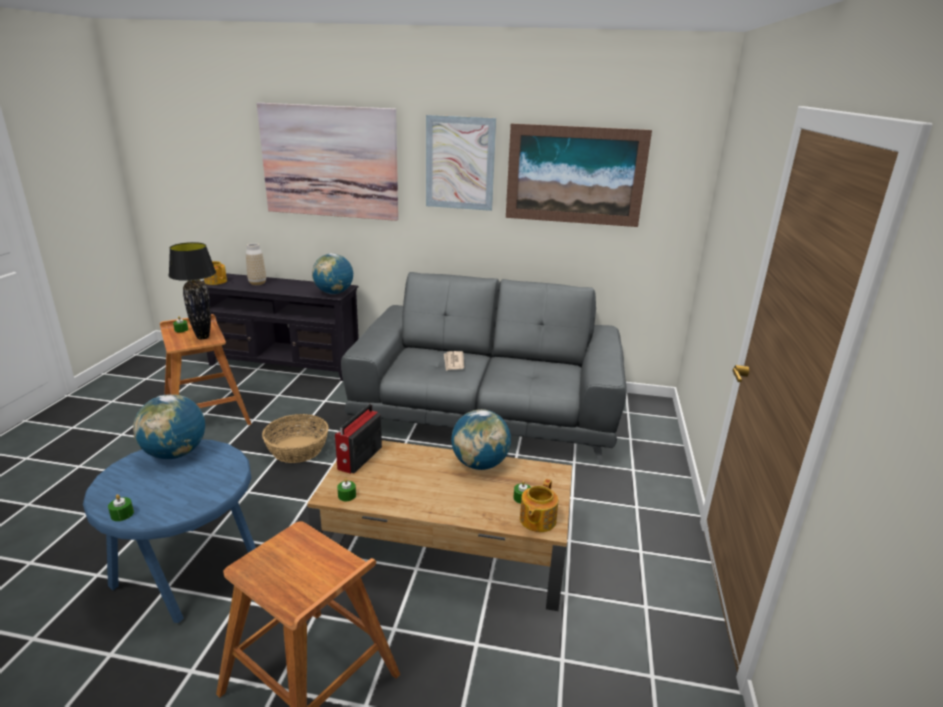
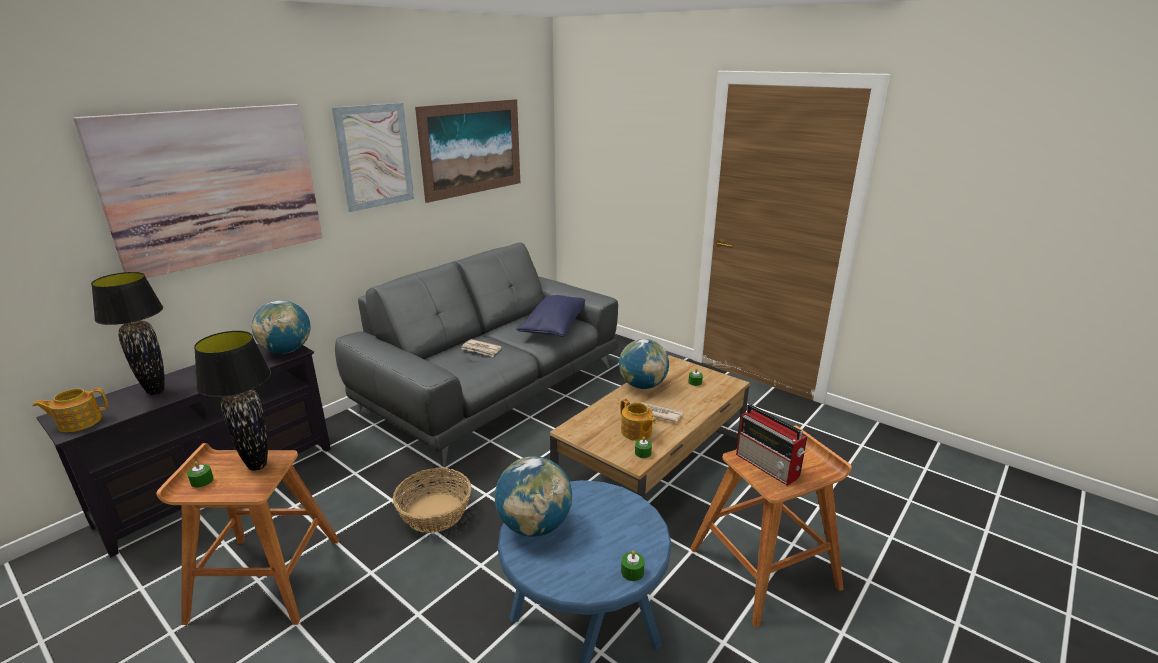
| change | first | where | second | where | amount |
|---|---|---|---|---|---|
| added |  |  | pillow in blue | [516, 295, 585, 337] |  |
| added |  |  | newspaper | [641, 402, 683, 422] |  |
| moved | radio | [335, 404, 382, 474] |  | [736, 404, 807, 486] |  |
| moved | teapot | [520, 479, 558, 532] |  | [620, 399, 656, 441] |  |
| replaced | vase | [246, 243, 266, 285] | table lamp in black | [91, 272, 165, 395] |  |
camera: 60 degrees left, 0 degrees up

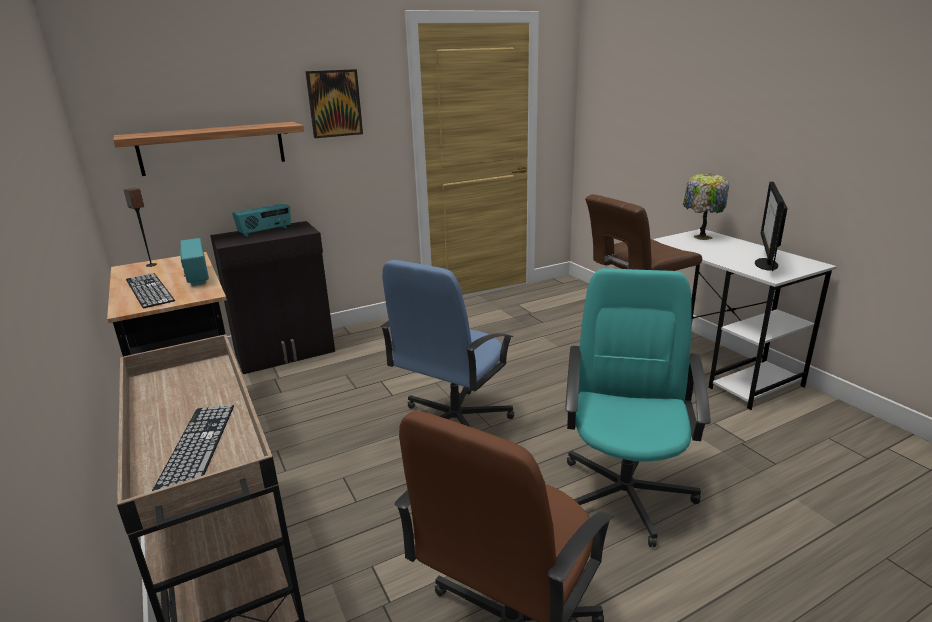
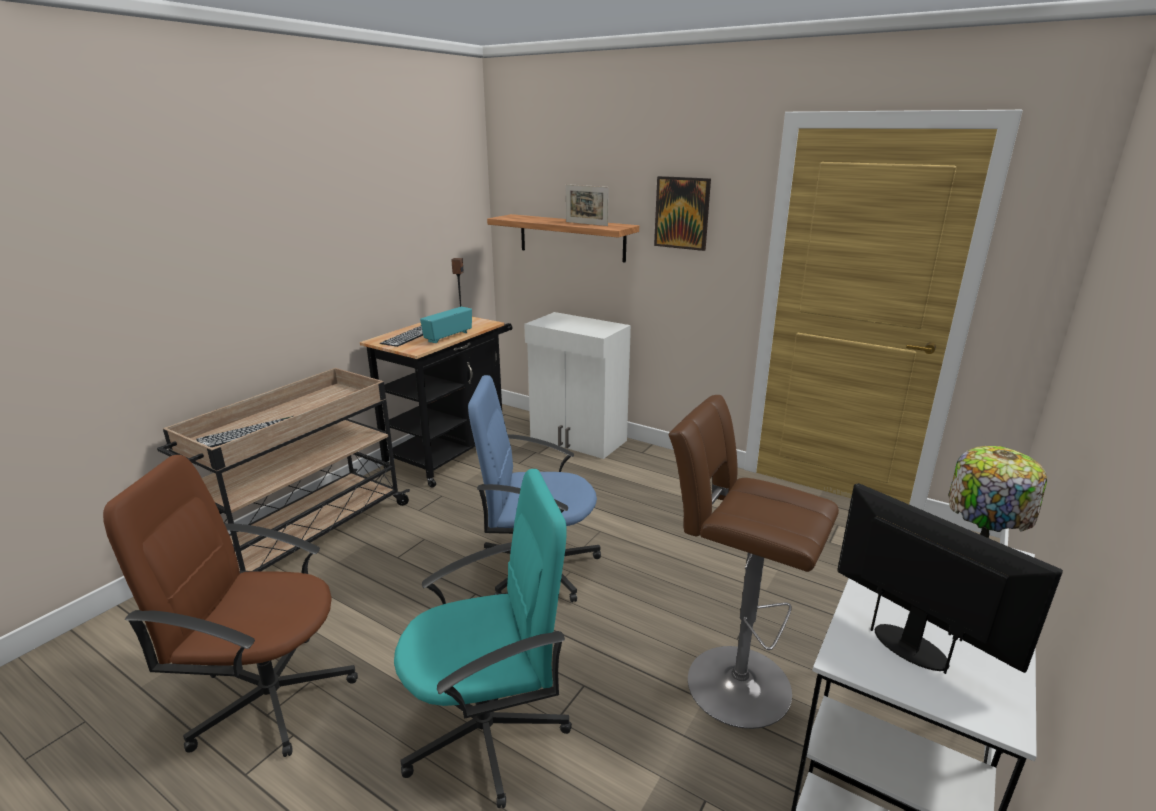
| change | first | where | second | where | amount |
|---|---|---|---|---|---|
| removed | radio | [232, 203, 291, 237] |  |  |  |
| added |  |  | picture frame | [566, 184, 609, 226] |  |
| recoloured | cabinet in black | [210, 221, 335, 374] | cabinet in white | [524, 312, 631, 459] |  |
| turned | monitor | [755, 181, 787, 271] |  | [837, 483, 1063, 674] | 60 degrees clockwise |
camera: 60 degrees right, 0 degrees up

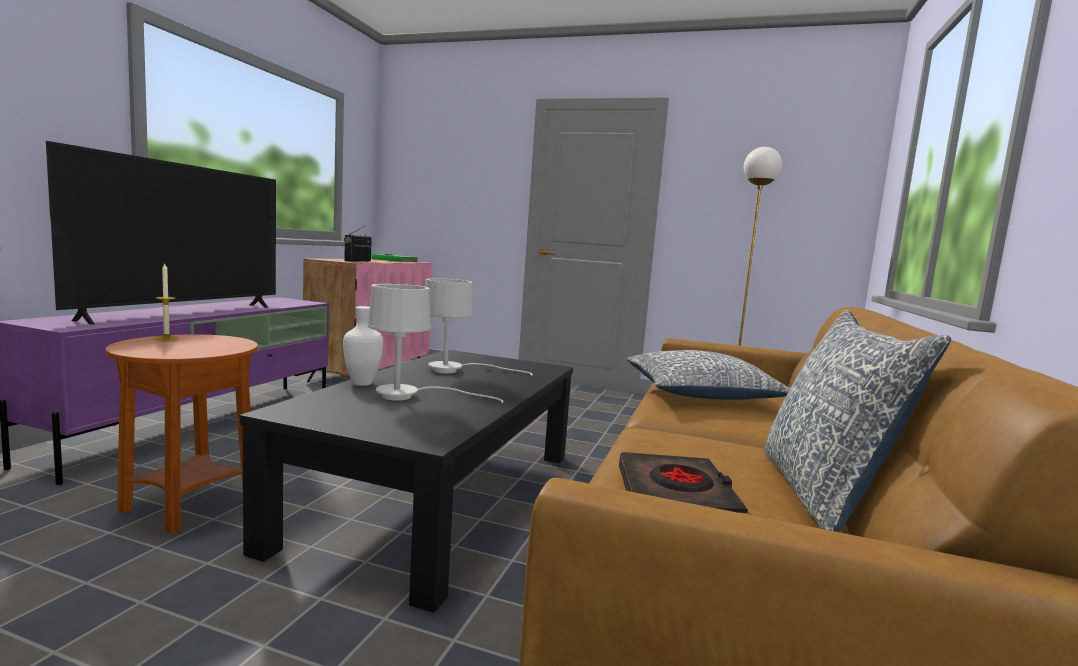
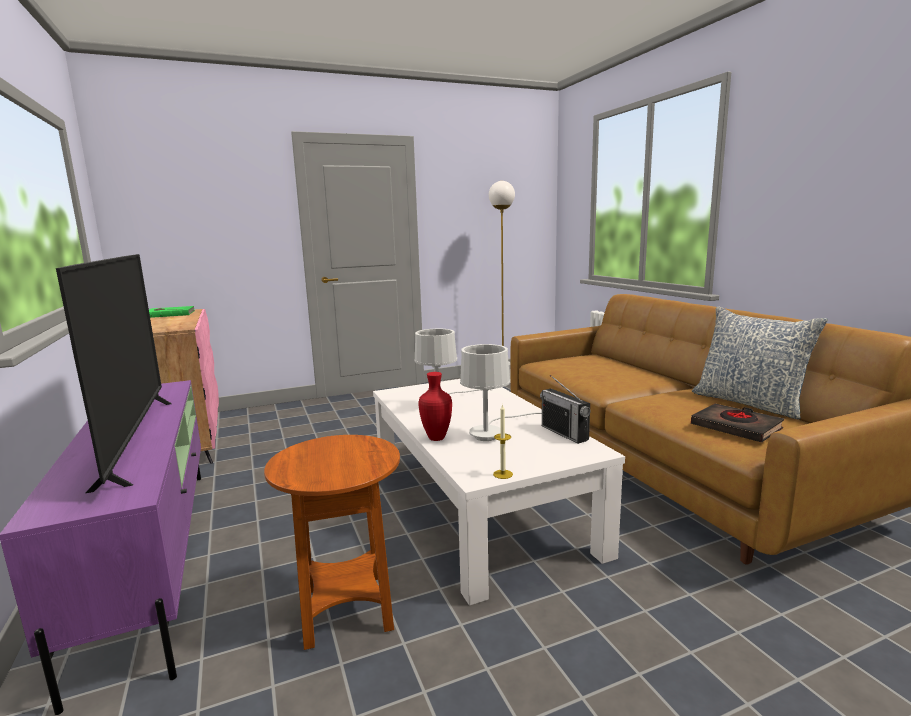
| change | first | where | second | where | amount |
|---|---|---|---|---|---|
| removed | pillow | [627, 350, 790, 400] |  |  |  |
| moved | candle | [155, 264, 179, 341] |  | [493, 404, 513, 479] |  |
| moved | radio | [344, 225, 372, 262] |  | [540, 375, 591, 444] |  |
| recoloured | coffee table in black | [240, 350, 573, 613] | coffee table in white | [373, 379, 625, 606] |  |
| recoloured | vase in white | [343, 306, 383, 386] | vase in red | [419, 372, 452, 441] |  |
camera: 40 degrees left, 5 degrees up

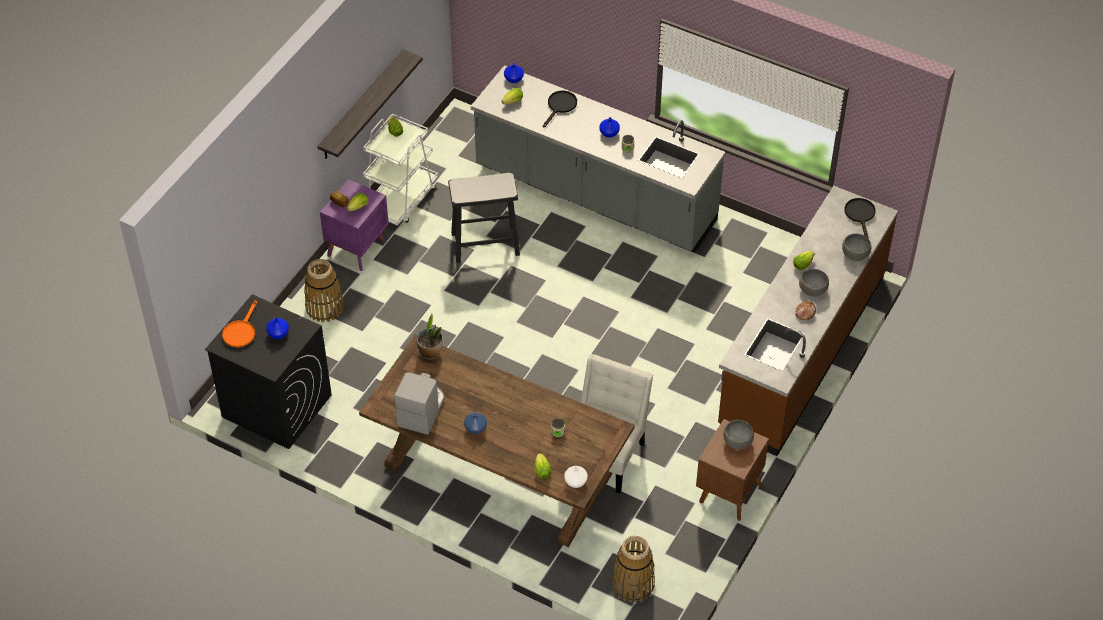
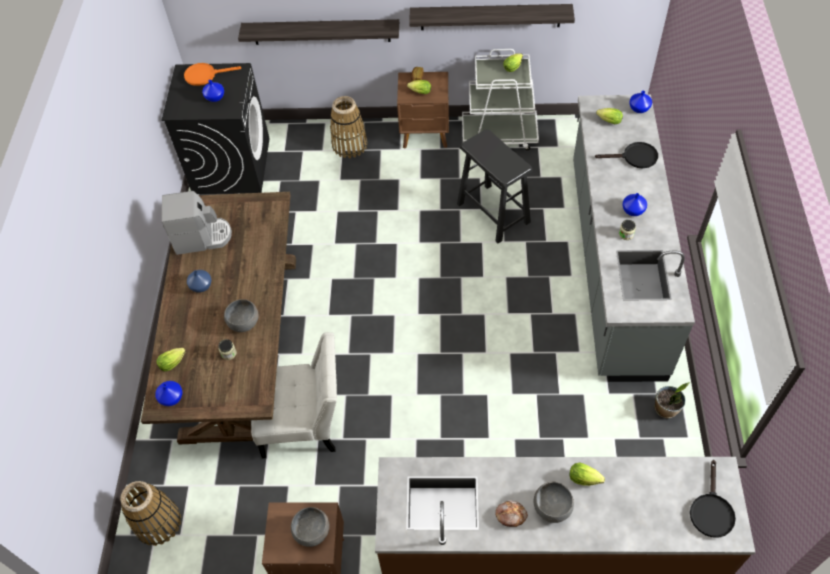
| change | first | where | second | where | amount |
|---|---|---|---|---|---|
| added |  |  | shelf | [238, 19, 399, 45] |  |
| moved | potted plant | [417, 314, 443, 360] |  | [655, 382, 690, 418] |  |
| moved | bowl in grey | [842, 234, 871, 261] |  | [224, 299, 259, 332] |  |
| recoloured | nightstand in purple | [320, 179, 389, 271] | nightstand in brown | [397, 72, 449, 149] |  |
| recoloured | vase in white | [564, 466, 588, 488] | vase in blue | [155, 381, 182, 406] |  |
| turned | frying pan in black | [845, 198, 876, 239] |  | [690, 460, 736, 538] | 135 degrees clockwise |
camera: 65 degrees right, 5 degrees up

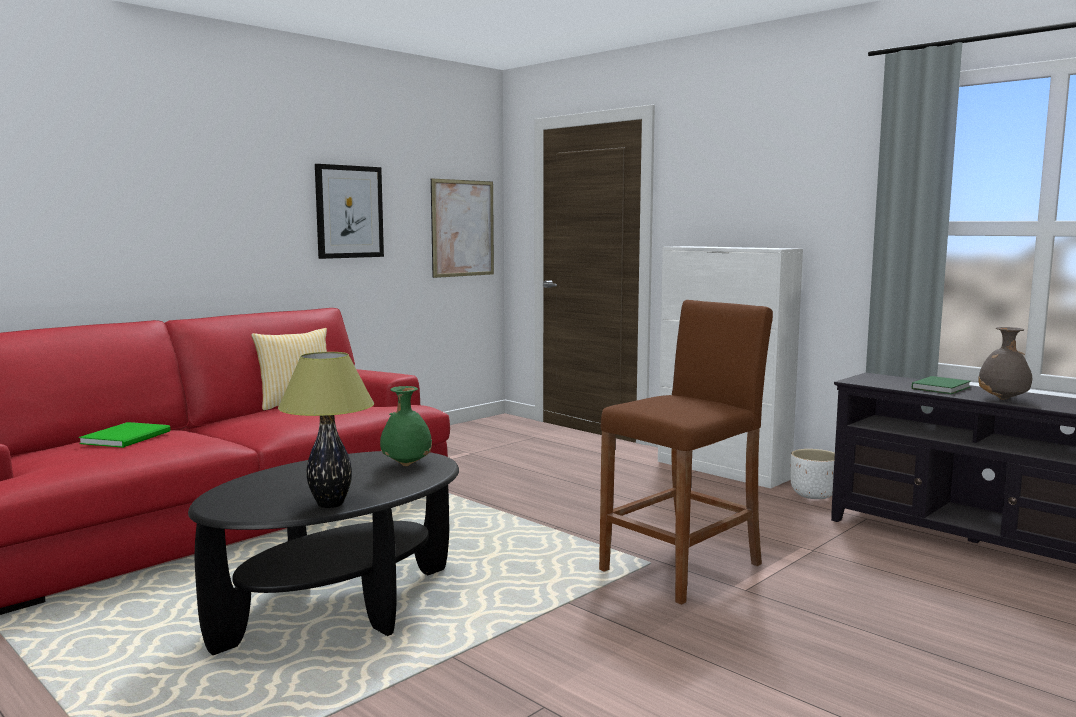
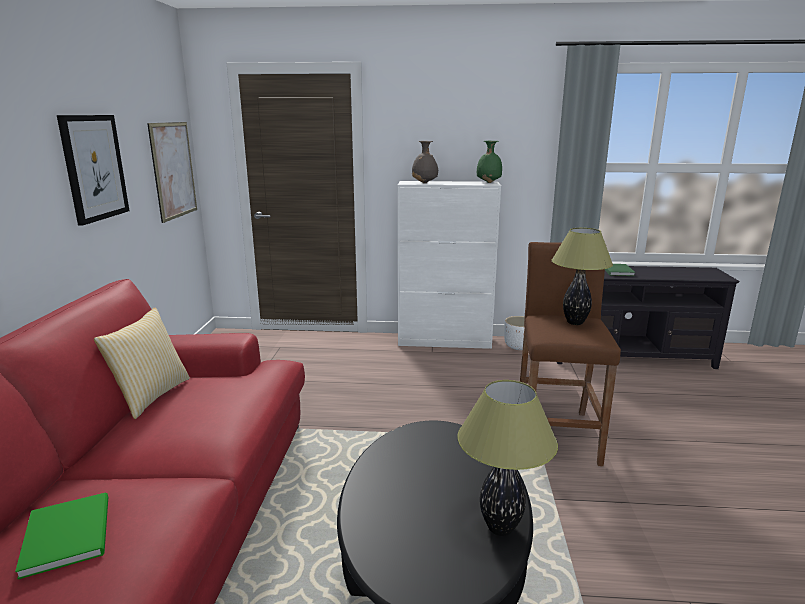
| change | first | where | second | where | amount |
|---|---|---|---|---|---|
| added |  |  | table lamp | [552, 228, 613, 325] |  |
| moved | vase in green | [380, 386, 432, 466] |  | [477, 141, 502, 183] |  |
| moved | vase in grey | [978, 327, 1032, 400] |  | [412, 141, 438, 183] |  |
camera: 40 degrees left, 10 degrees up

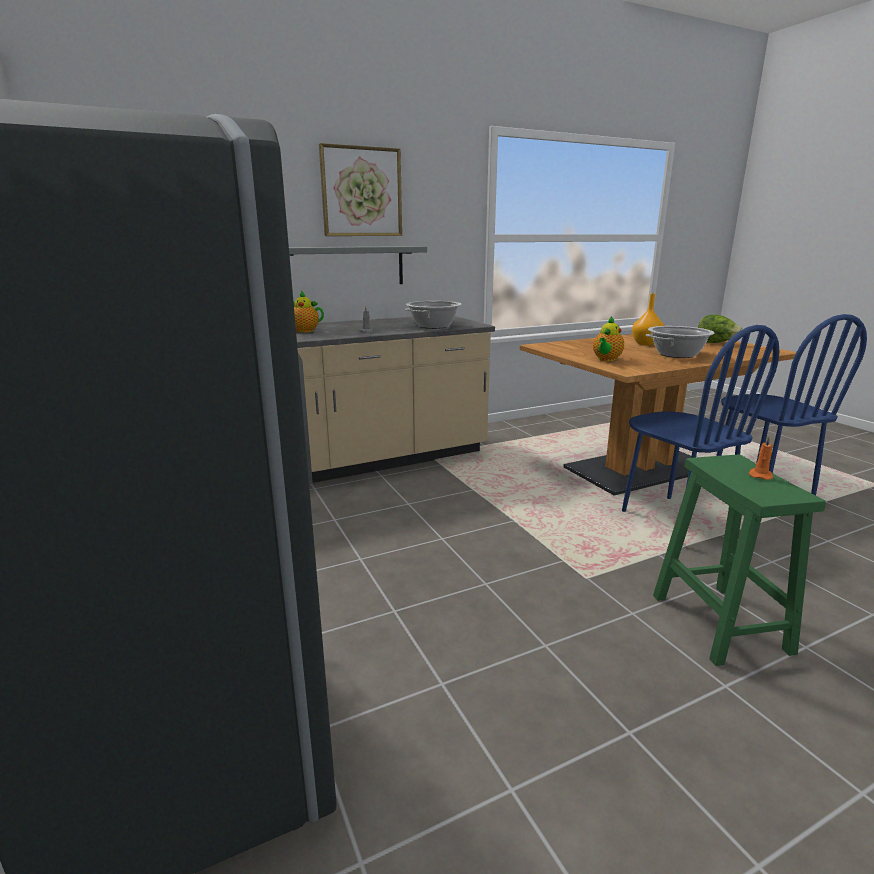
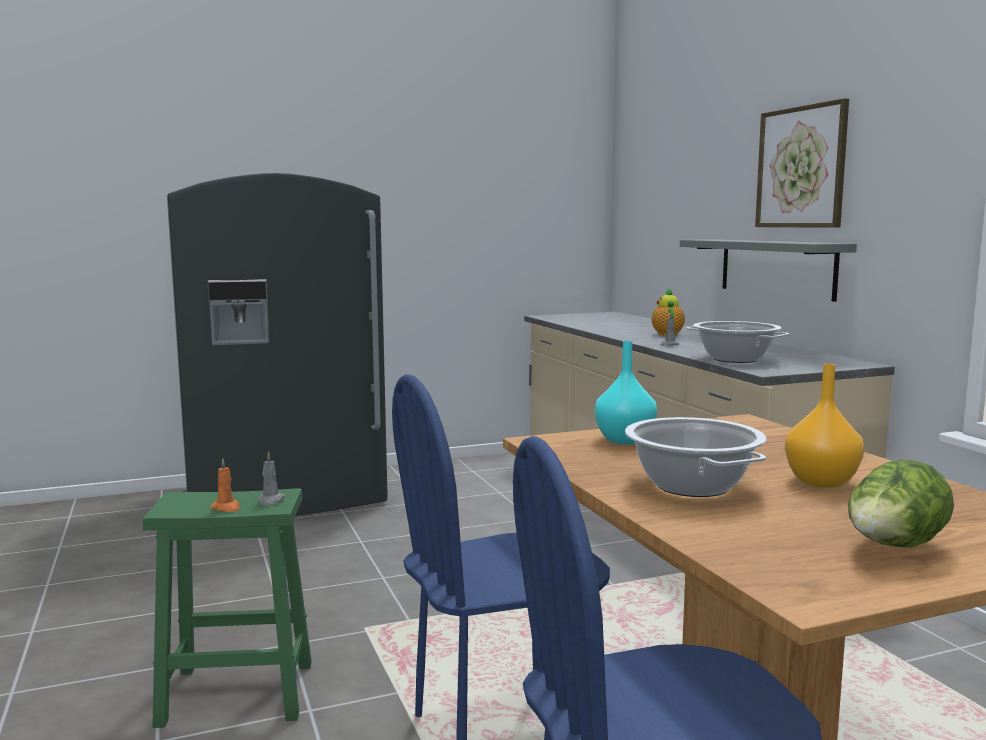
| change | first | where | second | where | amount |
|---|---|---|---|---|---|
| added |  |  | candle in grey | [257, 451, 285, 506] |  |
| replaced | teapot | [593, 316, 624, 361] | vase in turquoise | [595, 341, 657, 444] |  |
camera: 95 degrees right, 10 degrees down

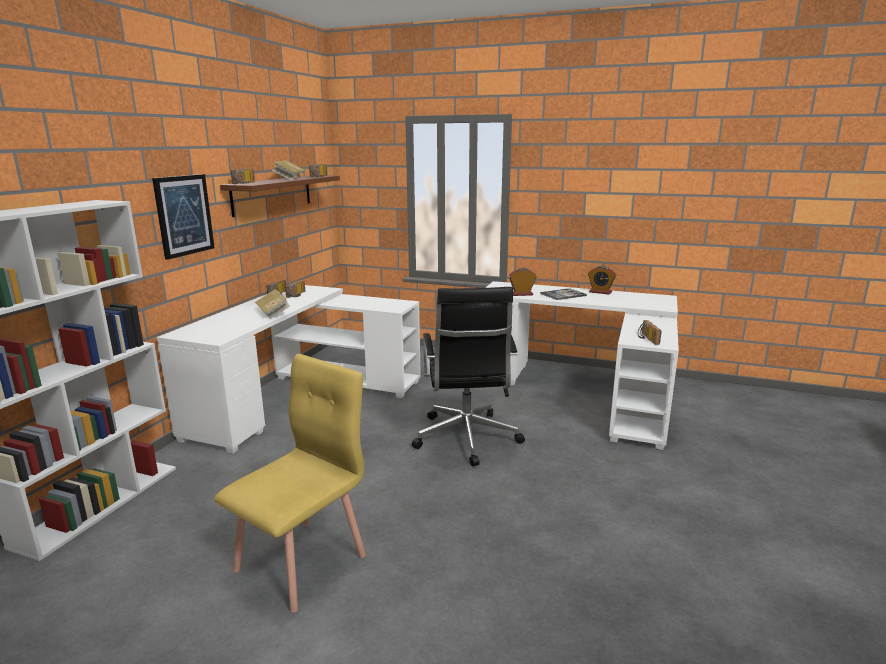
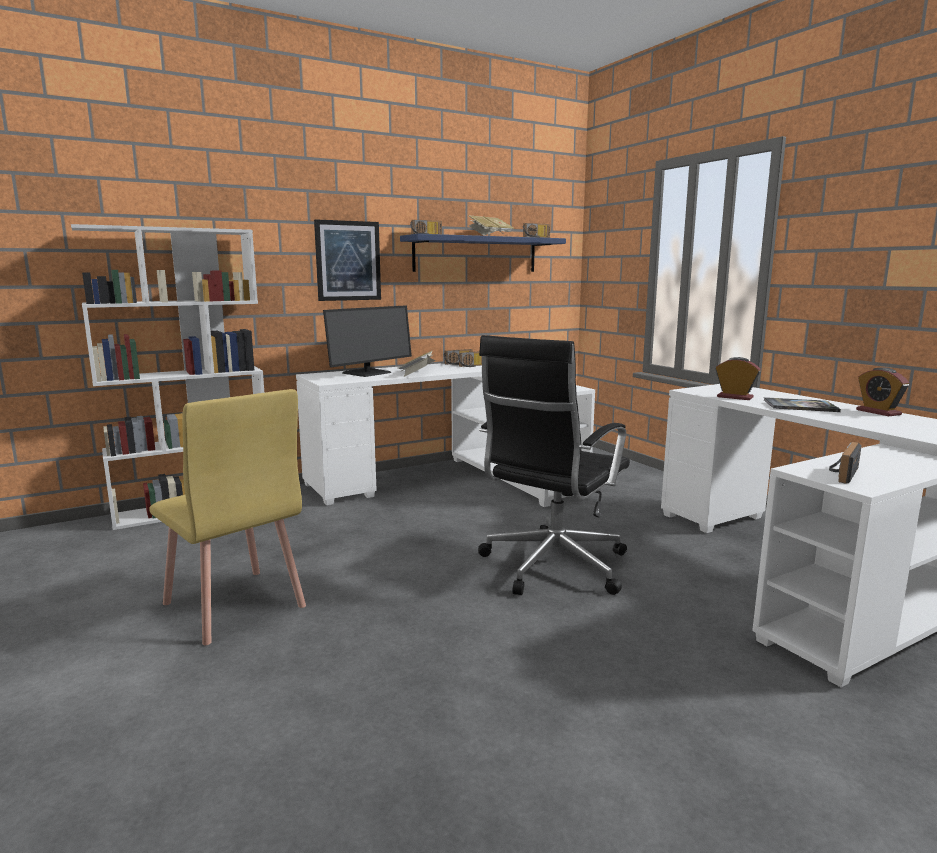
| change | first | where | second | where | amount |
|---|---|---|---|---|---|
| added |  |  | monitor | [323, 305, 412, 377] |  |
| recoloured | shelf in brown | [220, 175, 340, 217] | shelf in blue | [400, 234, 566, 272] |  |
| turned | chair in yellow | [214, 354, 366, 613] |  | [149, 389, 306, 645] | 60 degrees clockwise |
camera: 40 degrees right, 5 degrees down

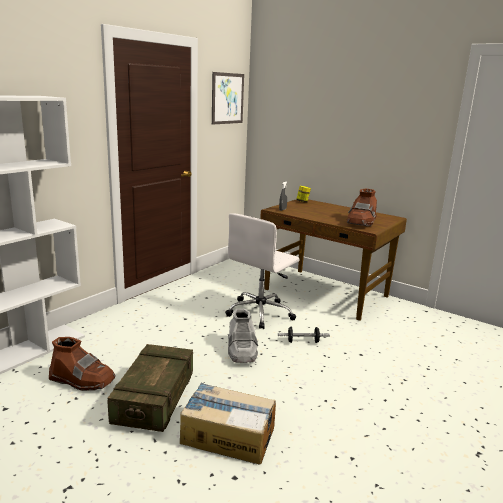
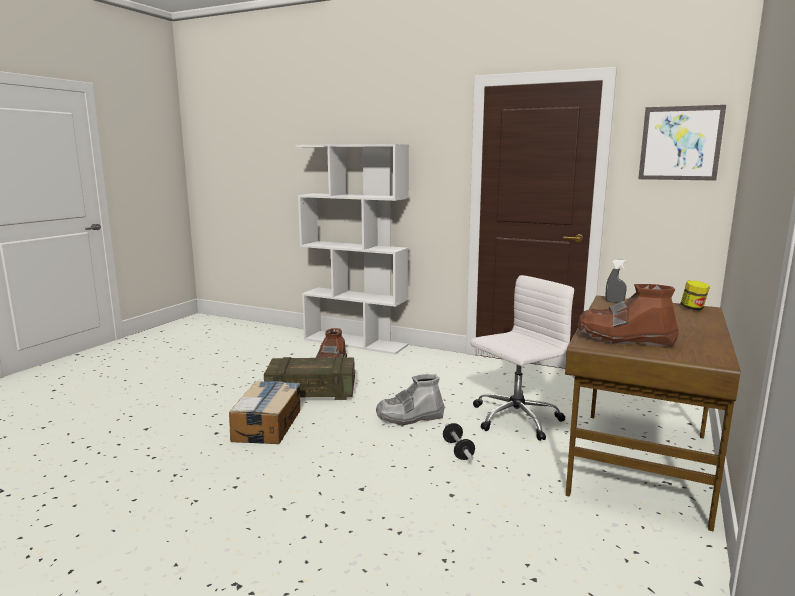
| change | first | where | second | where | amount |
|---|---|---|---|---|---|
| turned | office chair in white | [225, 213, 300, 329] |  | [470, 275, 574, 441] | 120 degrees clockwise |
camera: 80 degrees right, 5 degrees down

